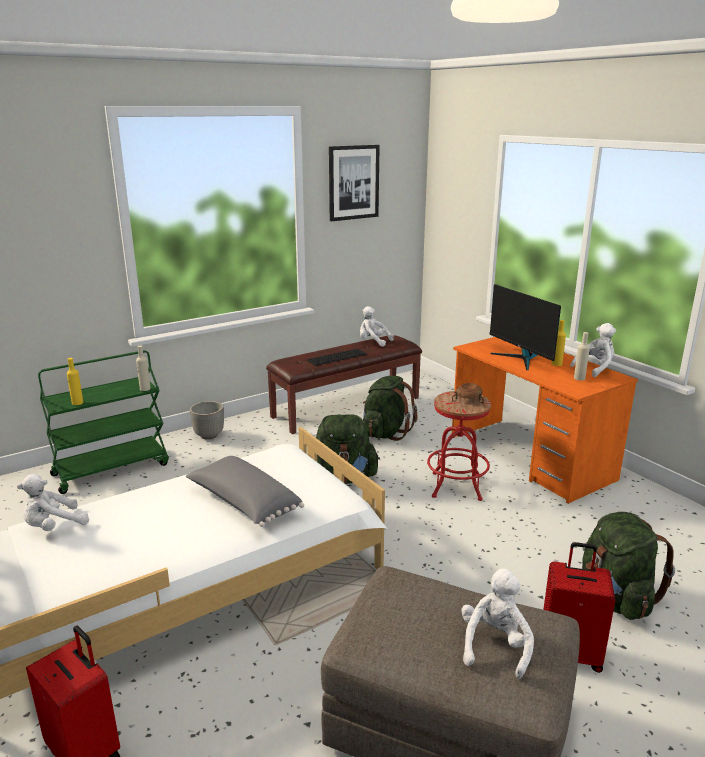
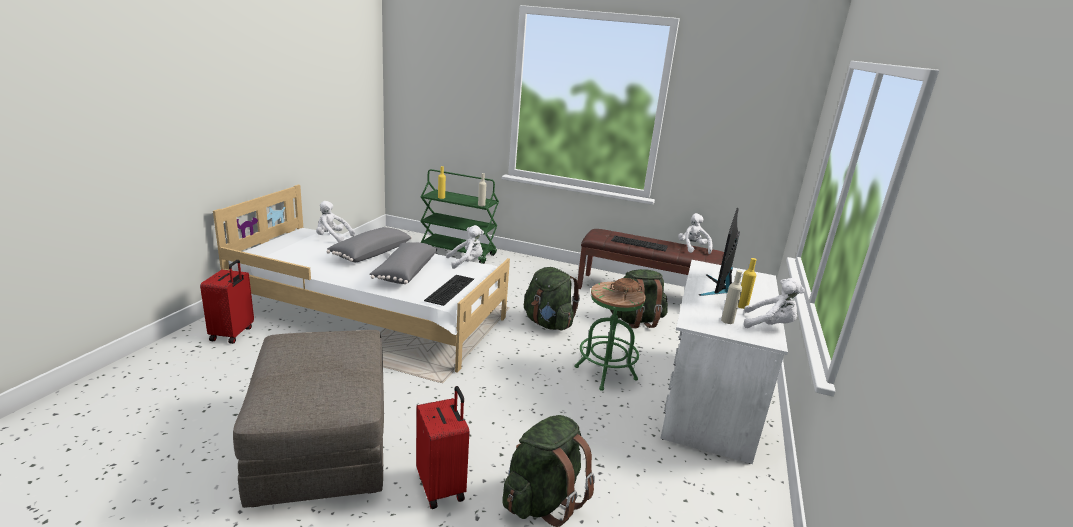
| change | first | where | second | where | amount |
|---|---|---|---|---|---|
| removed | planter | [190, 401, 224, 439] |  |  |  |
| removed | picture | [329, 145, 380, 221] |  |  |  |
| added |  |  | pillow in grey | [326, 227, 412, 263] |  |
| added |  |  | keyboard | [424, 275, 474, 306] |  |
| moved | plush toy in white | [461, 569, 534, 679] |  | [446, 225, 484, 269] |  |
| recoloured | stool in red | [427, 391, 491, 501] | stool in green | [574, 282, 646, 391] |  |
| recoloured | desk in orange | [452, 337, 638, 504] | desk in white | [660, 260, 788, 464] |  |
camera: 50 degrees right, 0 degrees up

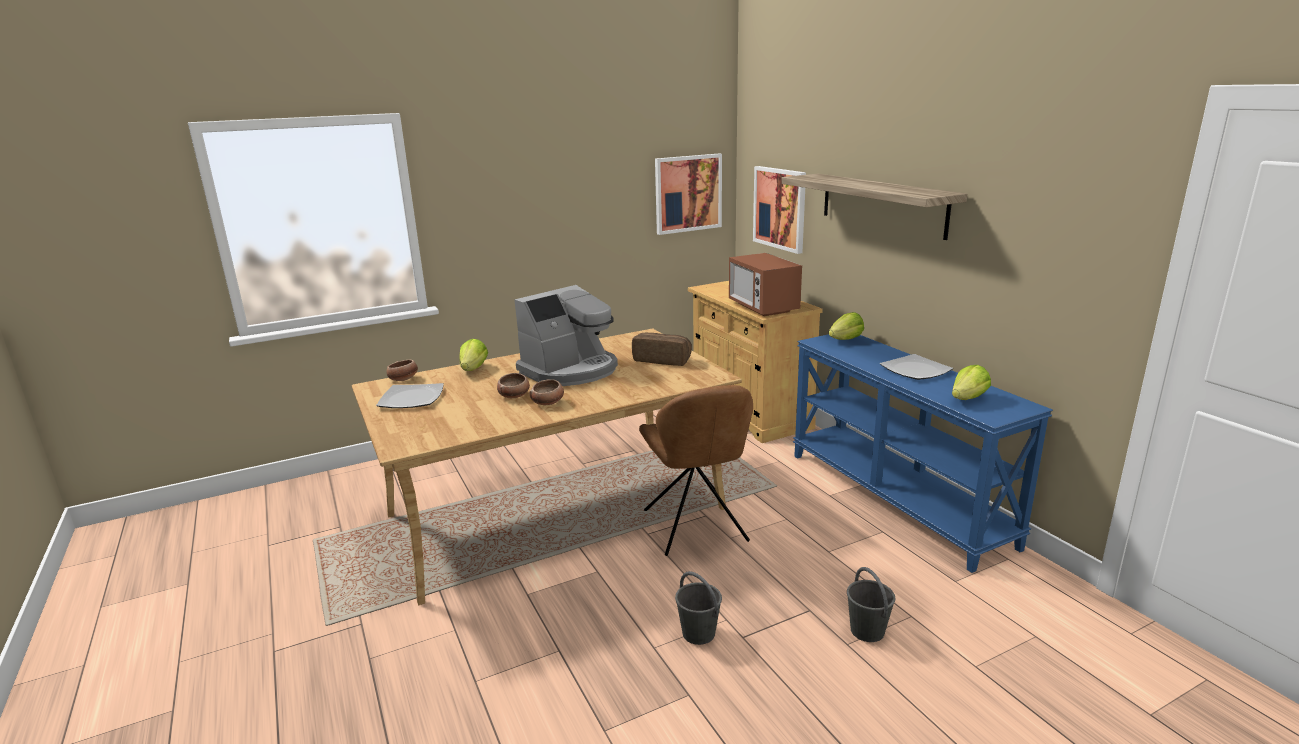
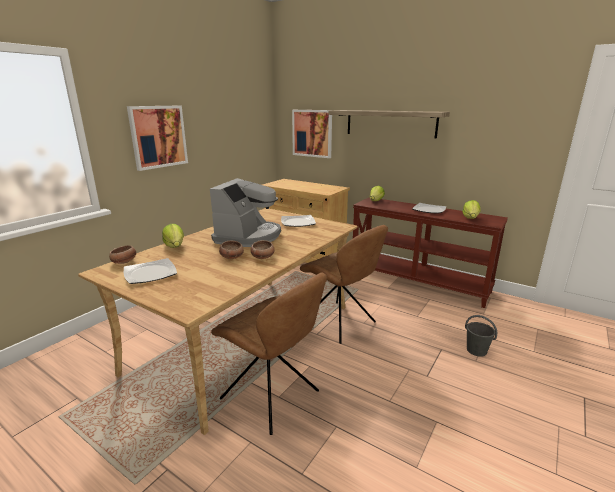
| change | first | where | second | where | amount |
|---|---|---|---|---|---|
| removed | bucket in grey | [675, 571, 722, 645] |  |  |  |
| removed | microwave | [729, 253, 802, 316] |  |  |  |
| added |  |  | chair in brown | [211, 273, 327, 435] |  |
| moved | picture | [655, 154, 722, 235] |  | [127, 106, 188, 171] |  |
| replaced | bread | [632, 333, 692, 366] | plate | [281, 215, 316, 227] |  |
| recoloured | console table in blue | [793, 334, 1053, 573] | console table in brown | [353, 197, 508, 308] |  |
camera: 30 degrees left, 0 degrees up

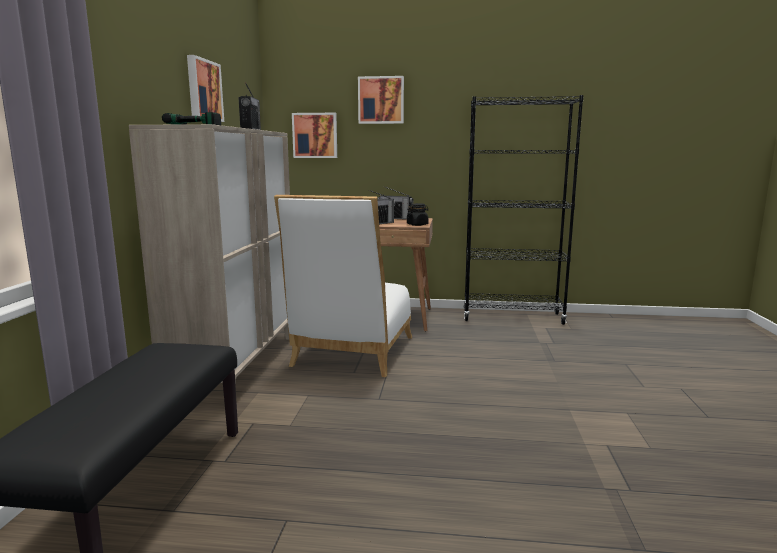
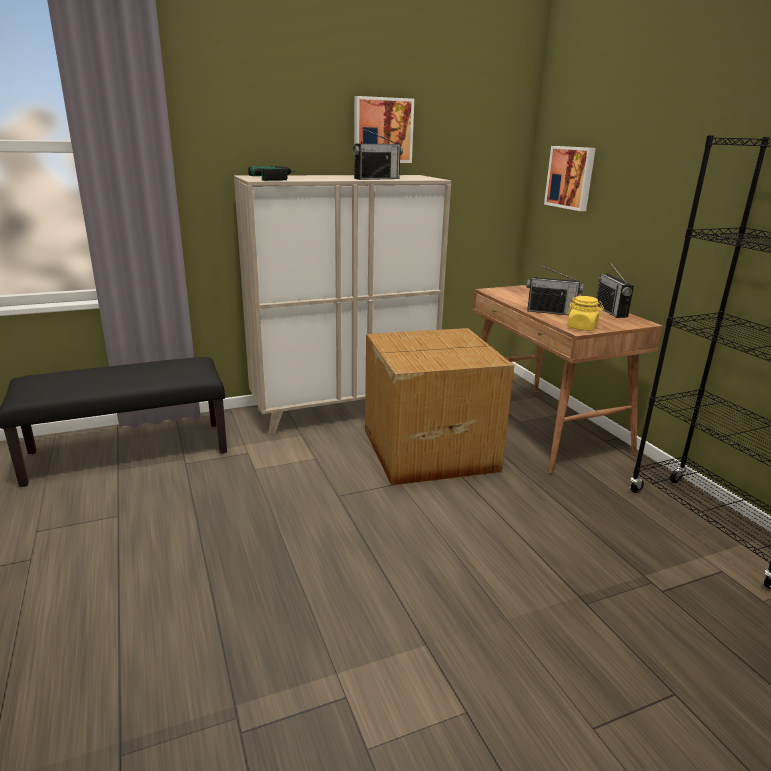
| change | first | where | second | where | amount |
|---|---|---|---|---|---|
| removed | picture | [358, 76, 404, 124] |  |  |  |
| replaced | chair in white | [274, 195, 412, 377] | cardboard box | [365, 328, 514, 485] |  |
| recoloured | jar in black | [407, 203, 429, 226] | jar in yellow | [567, 296, 604, 331] |  |
camera: 60 degrees right, 10 degrees up

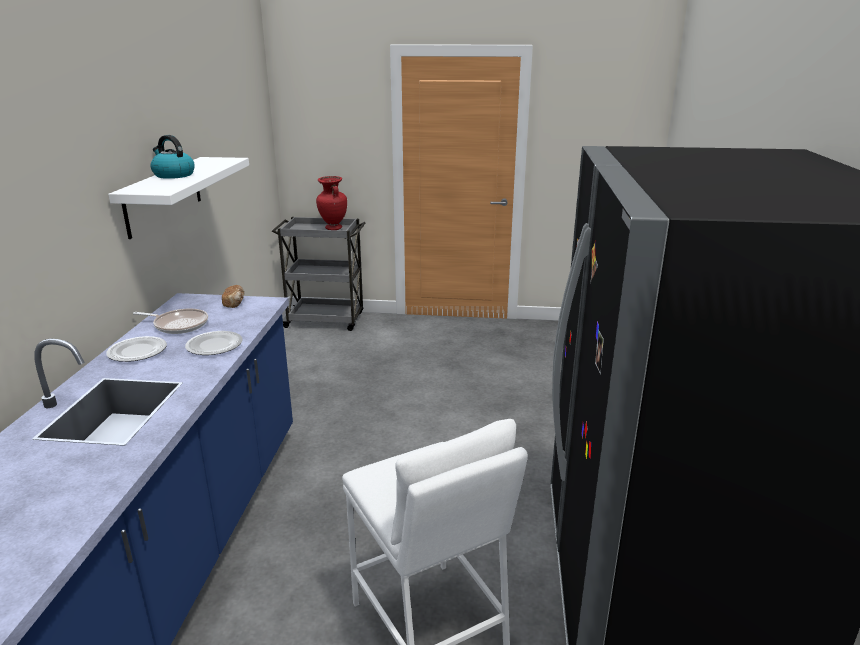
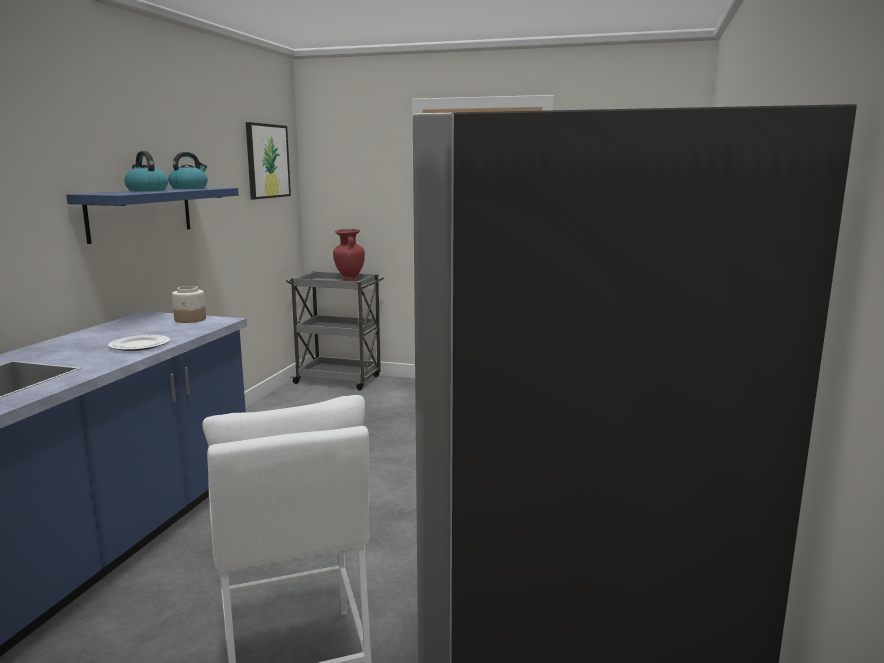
| change | first | where | second | where | amount |
|---|---|---|---|---|---|
| removed | plate | [106, 336, 167, 362] |  |  |  |
| removed | frying pan | [133, 309, 208, 334] |  |  |  |
| added |  |  | kettle | [168, 152, 208, 189] |  |
| added |  |  | picture | [246, 122, 291, 199] |  |
| replaced | bread | [222, 285, 244, 308] | jar | [172, 286, 206, 323] |  |
| recoloured | shelf in white | [108, 157, 249, 239] | shelf in blue | [66, 188, 239, 244] |  |
camera: 10 degrees right, 10 degrees down

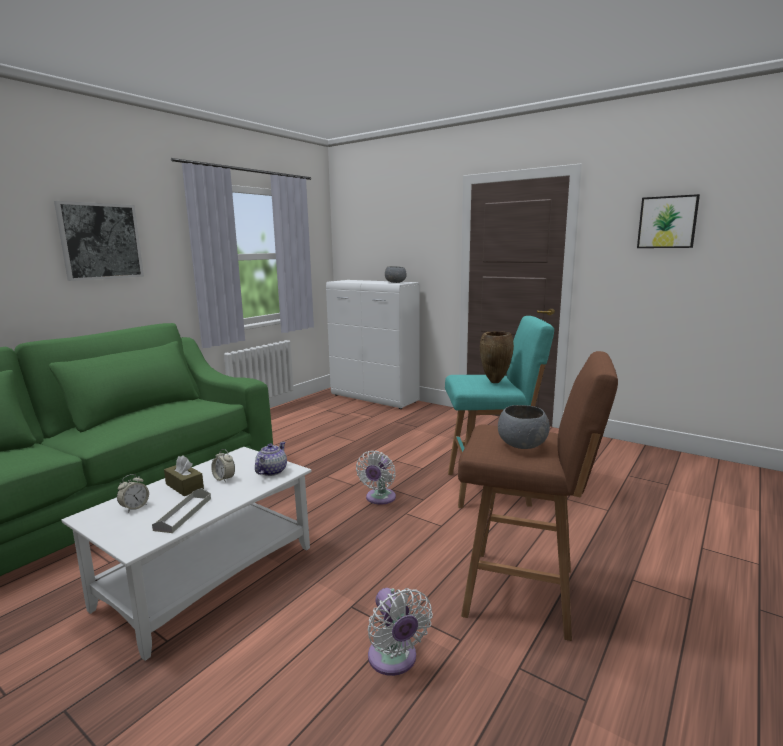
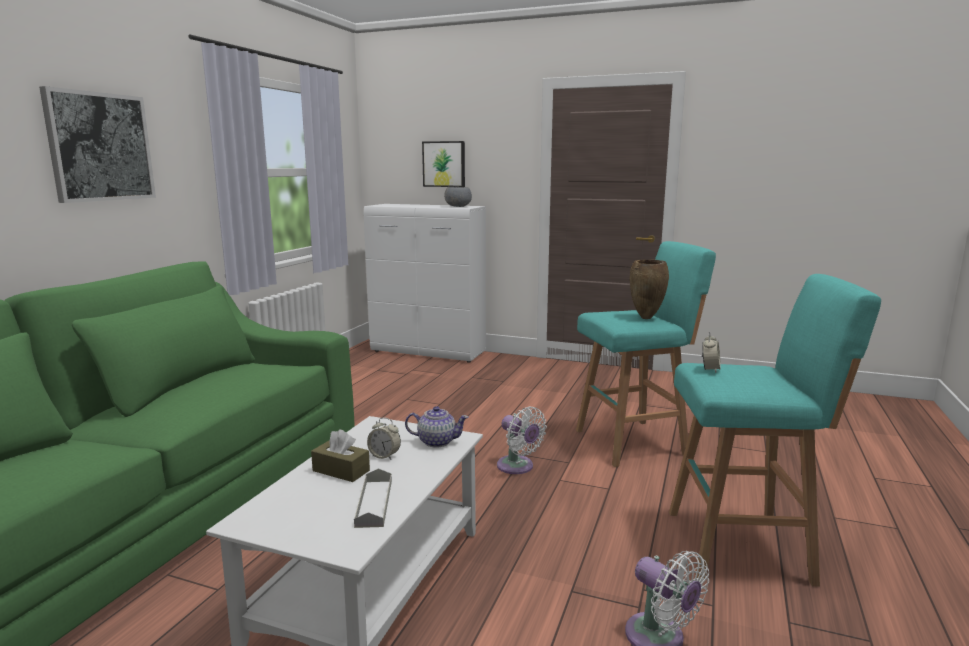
| change | first | where | second | where | amount |
|---|---|---|---|---|---|
| removed | bowl in grey | [498, 405, 550, 449] |  |  |  |
| moved | alarm clock | [117, 474, 149, 513] |  | [702, 332, 721, 373] |  |
| moved | picture | [637, 194, 700, 248] |  | [422, 141, 465, 187] |  |
| recoloured | stool in brown | [458, 351, 618, 641] | stool in turquoise | [669, 274, 881, 587] |  |
| turned | teapot | [255, 442, 287, 476] |  | [405, 406, 469, 448] | 90 degrees clockwise |
| turned | fan in white | [356, 451, 396, 505] |  | [497, 407, 547, 474] | 45 degrees counterclockwise |
camera: 15 degrees left, 0 degrees up

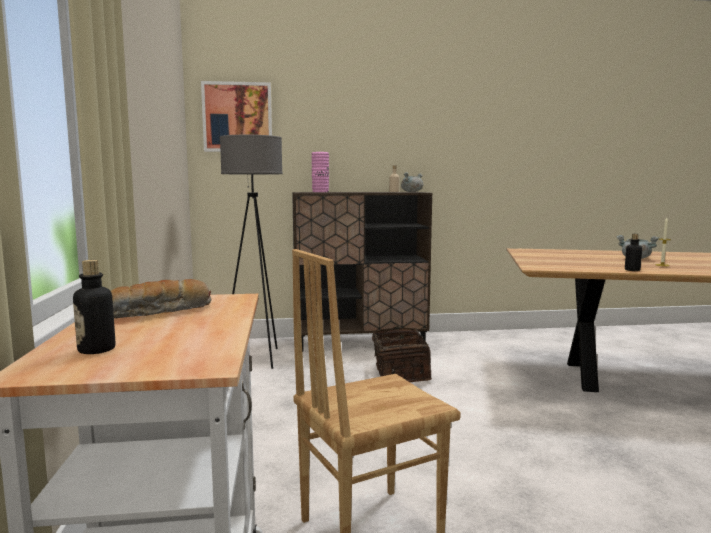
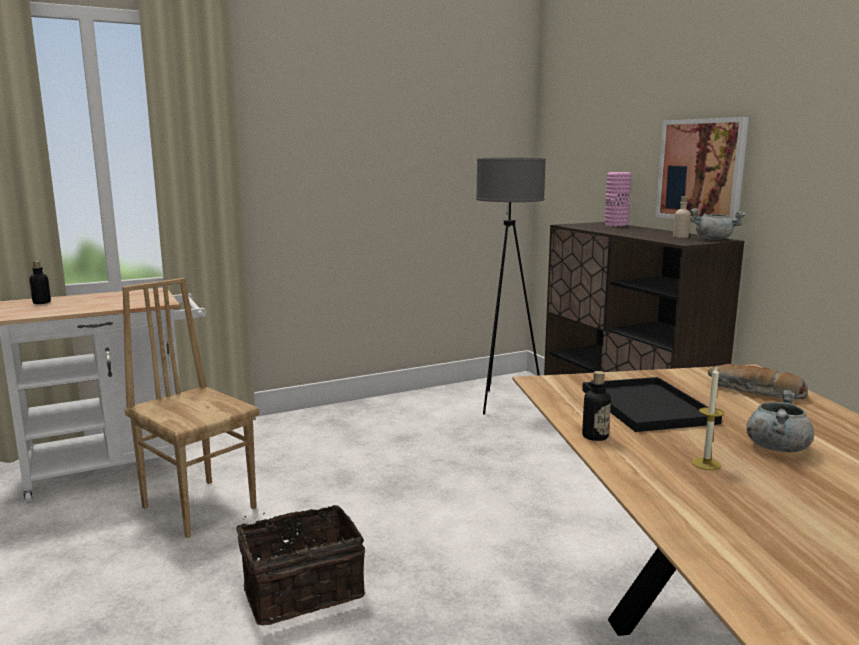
| change | first | where | second | where | amount |
|---|---|---|---|---|---|
| added |  |  | tray in black | [582, 377, 722, 432] |  |
| moved | bread | [111, 279, 211, 319] |  | [708, 364, 808, 399] |  |
| moved | picture | [201, 81, 272, 152] |  | [655, 117, 749, 221] |  |
| moved | basket | [365, 326, 432, 382] |  | [236, 505, 365, 626] |  |
camera: 70 degrees right, 5 degrees up

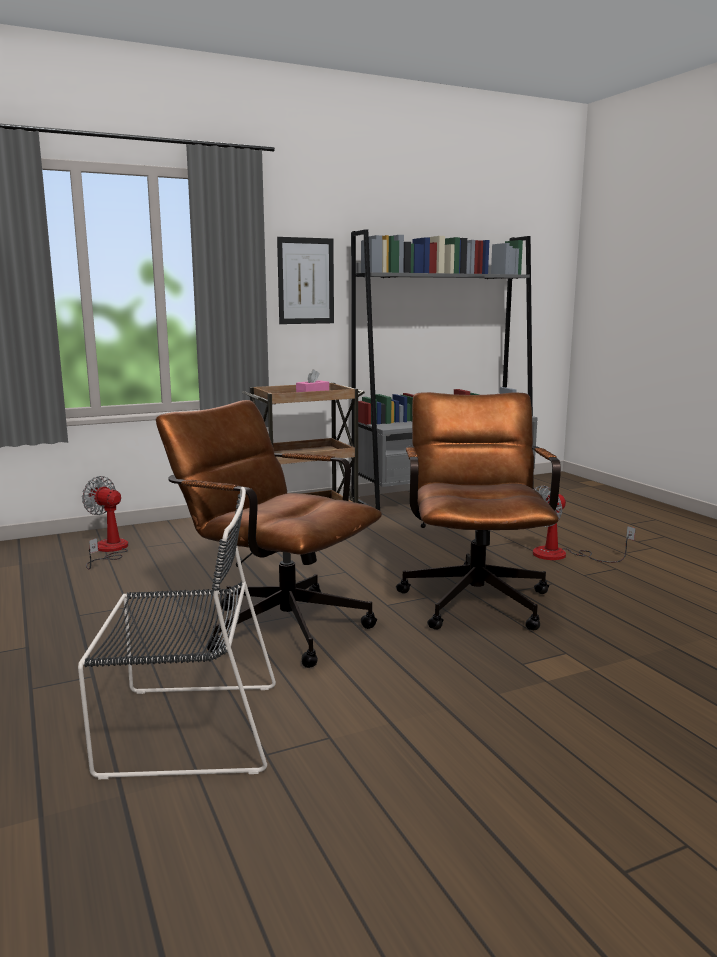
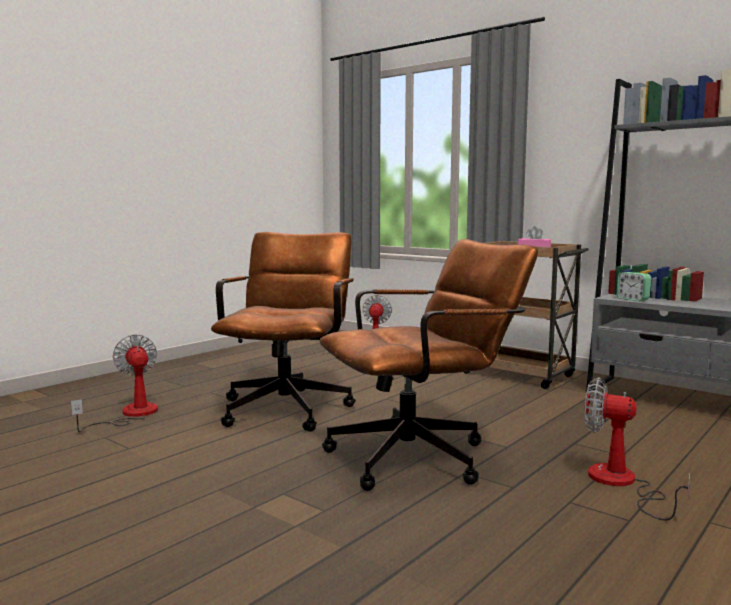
| change | first | where | second | where | amount |
|---|---|---|---|---|---|
| removed | picture | [277, 237, 334, 324] |  |  |  |
| added |  |  | alarm clock | [616, 272, 651, 301] |  |
| replaced | chair in black | [78, 487, 276, 779] | fan | [71, 334, 158, 432] |  |
camera: 65 degrees right, 5 degrees down

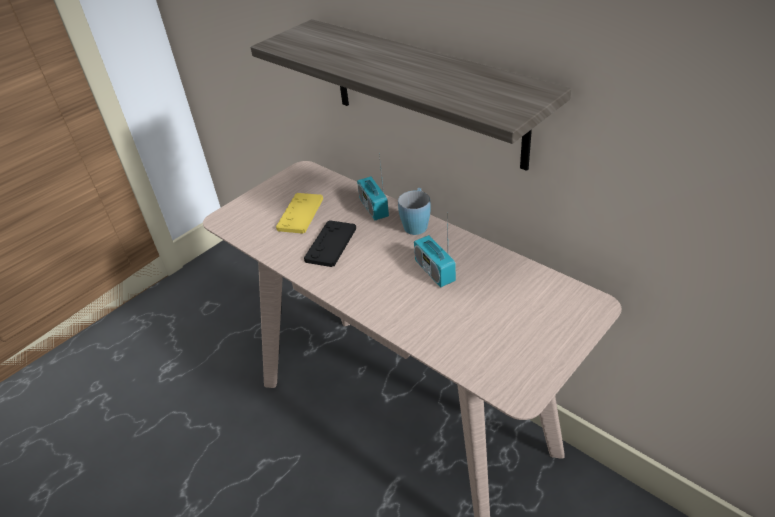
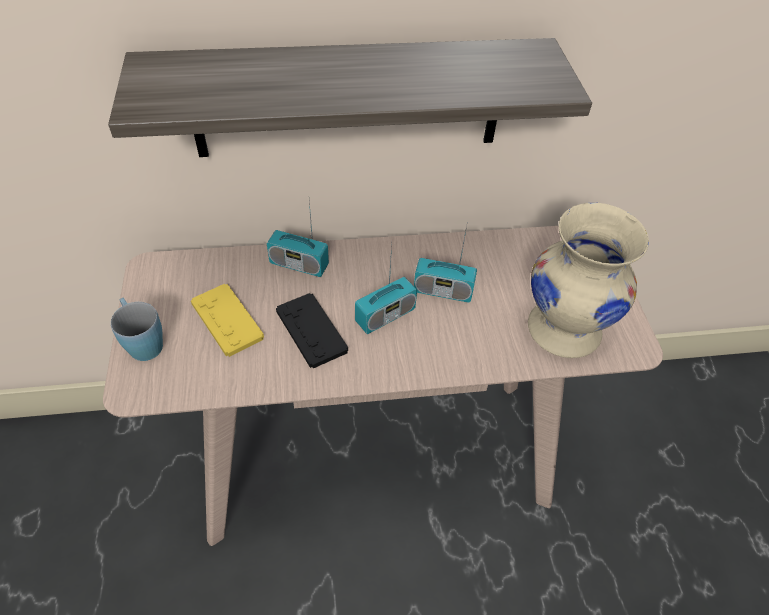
| change | first | where | second | where | amount |
|---|---|---|---|---|---|
| added |  |  | radio | [355, 244, 417, 334] |  |
| added |  |  | vase in beige | [528, 203, 649, 358] |  |
| moved | mug in blue | [398, 188, 430, 235] |  | [111, 298, 163, 361] |  |
camera: 55 degrees left, 10 degrees up

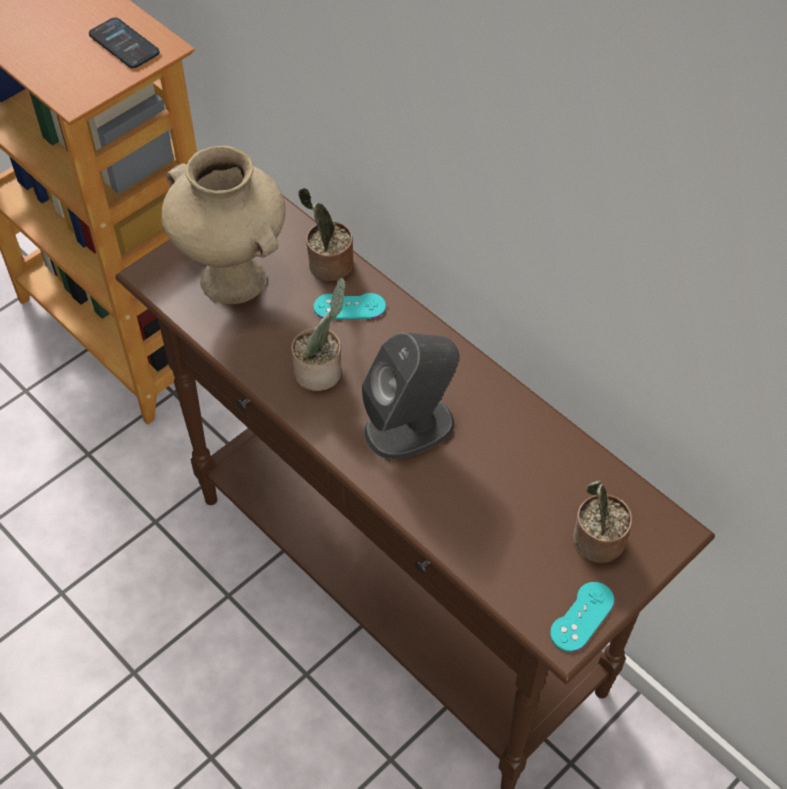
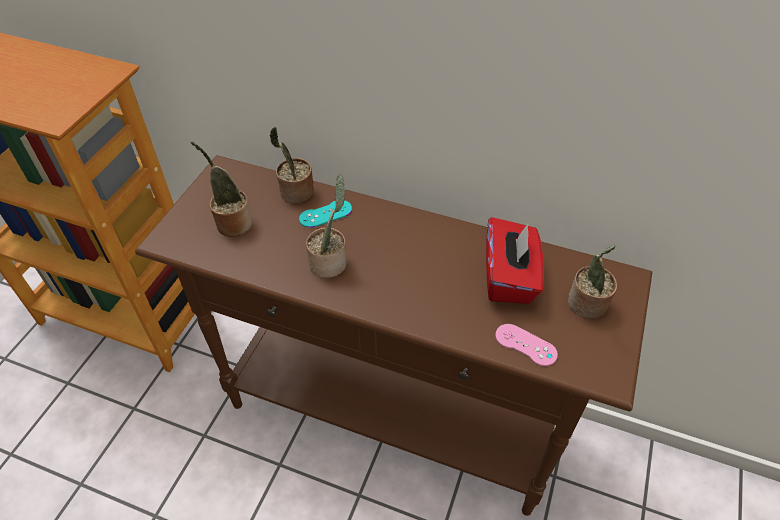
| change | first | where | second | where | amount |
|---|---|---|---|---|---|
| removed | phone | [89, 17, 160, 69] |  |  |  |
| removed | speaker in grey | [362, 332, 459, 459] |  |  |  |
| removed | game controller in turquoise | [550, 582, 615, 652] |  |  |  |
| added |  |  | tissue box in red | [486, 217, 544, 304] |  |
| added |  |  | game controller in pink | [495, 324, 558, 366] |  |
| replaced | vase in beige | [161, 146, 286, 304] | potted plant | [191, 141, 252, 237] |  |
camera: 25 degrees left, 5 degrees down

